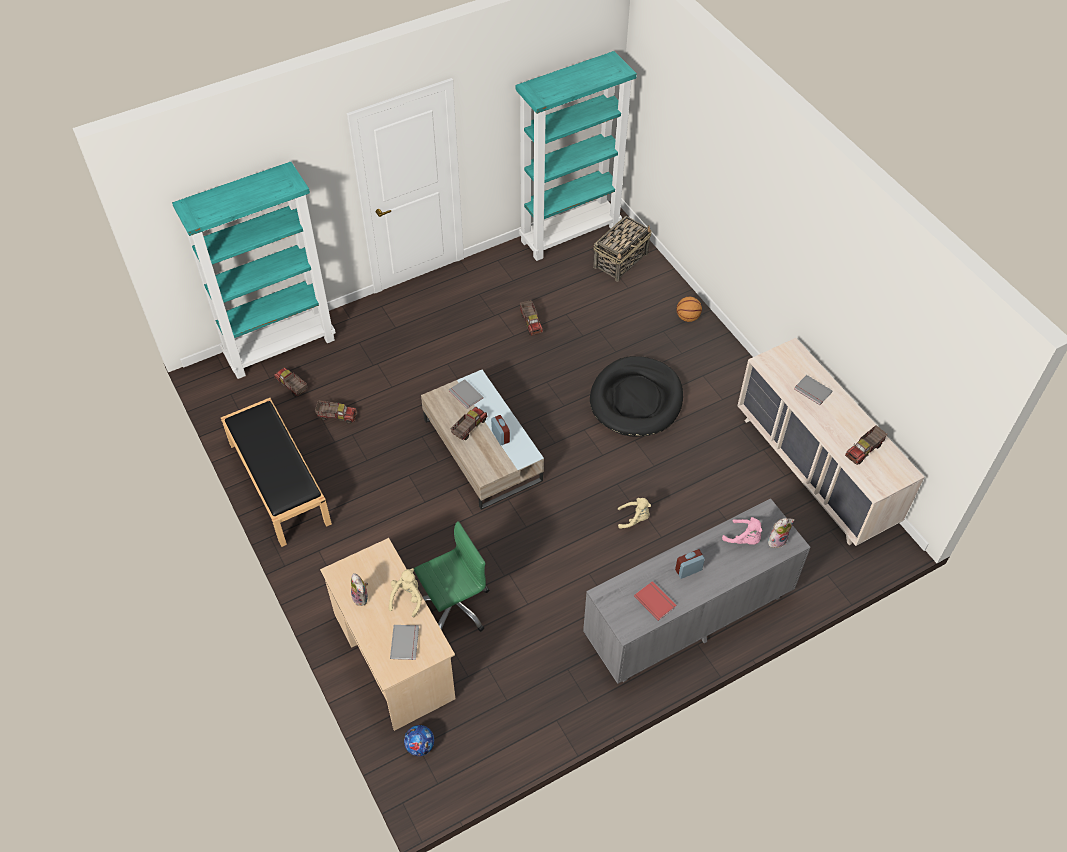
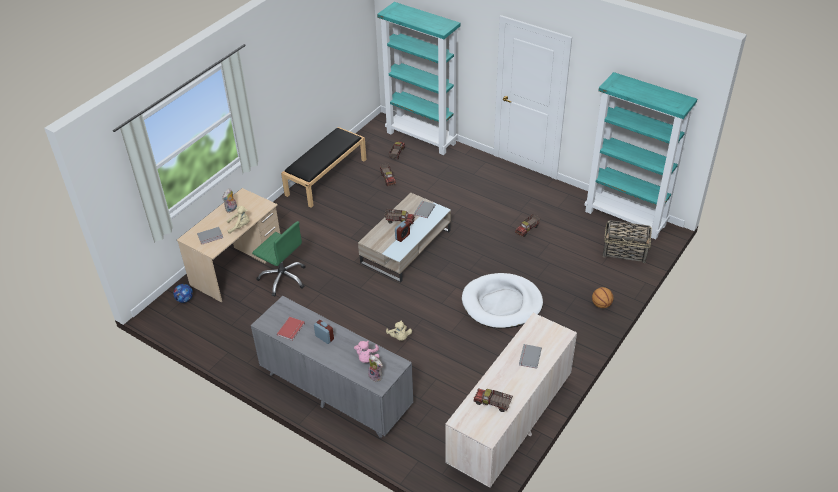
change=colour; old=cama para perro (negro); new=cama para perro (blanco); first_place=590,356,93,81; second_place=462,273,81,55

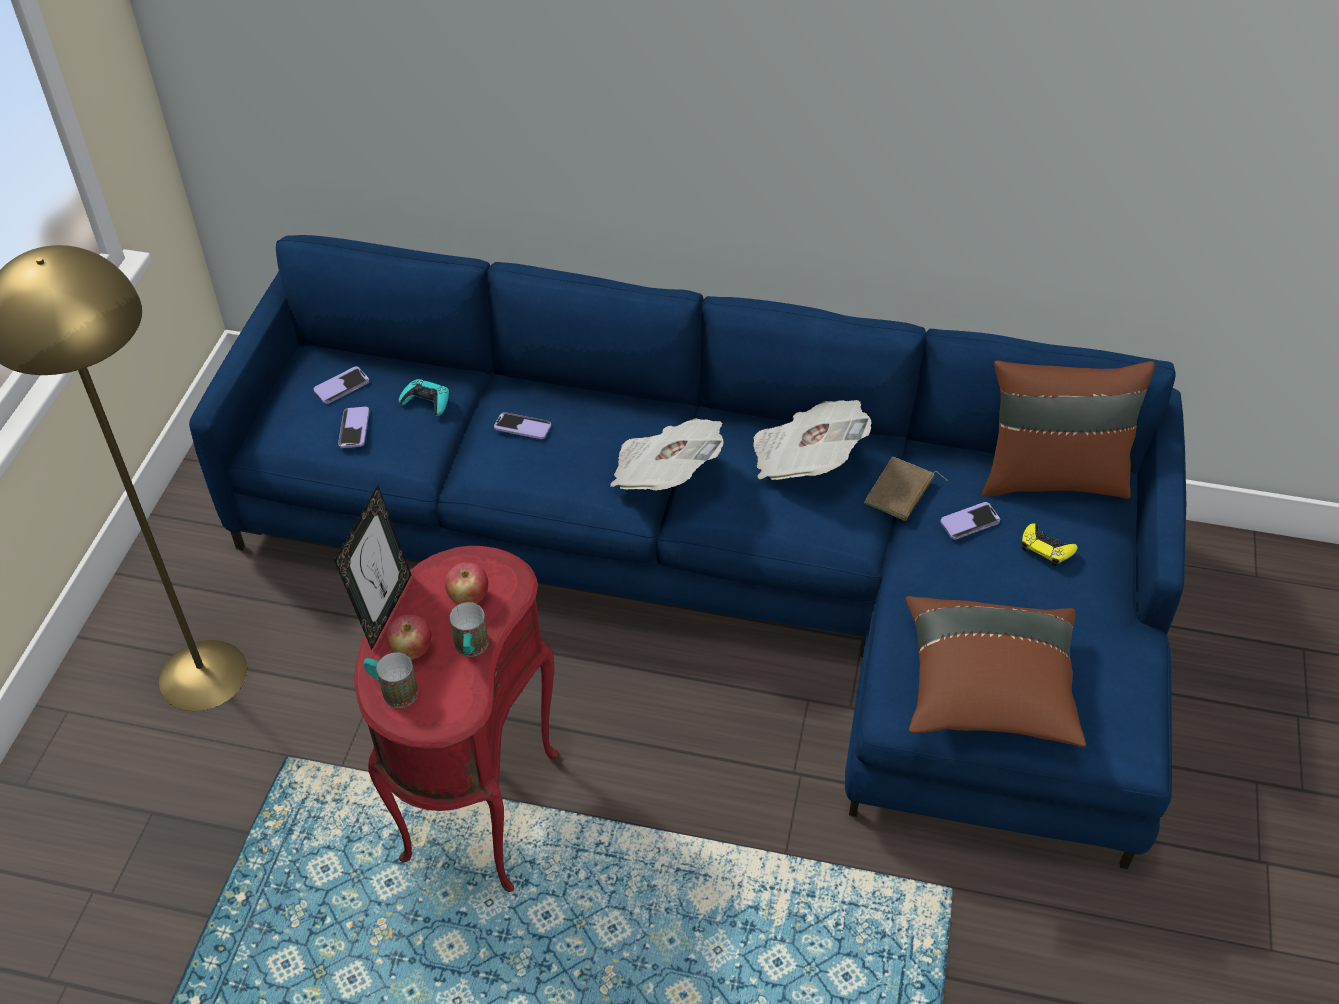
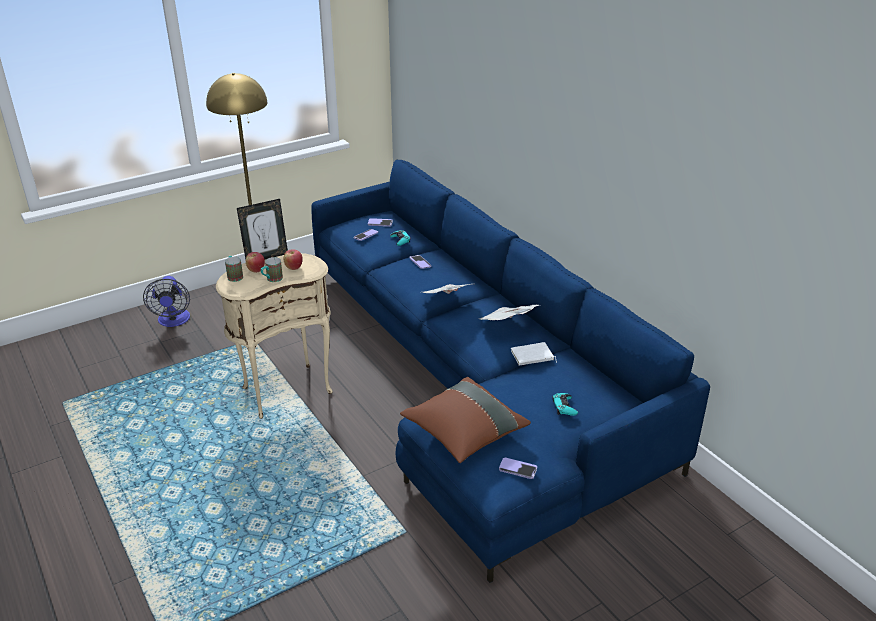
change=missing; old=cojín (marrón); first_place=981,361,174,138
change=appeared; new=ventilador; second_place=143,276,47,51
change=relocated; old=móvil; first_place=940,502,60,37; second_place=499,458,38,21
change=colour; old=mesa auxiliar (rojo); new=mesa auxiliar (beis); first_place=354,546,205,346; second_place=216,253,117,166
change=colour; old=libro (marrón); new=libro (blanco); first_place=864,457,84,64; second_place=511,342,46,24
change=colour; old=mando de consola (amarillo); new=mando de consola (turquesa); first_place=1022,523,56,44; second_place=553,393,25,23

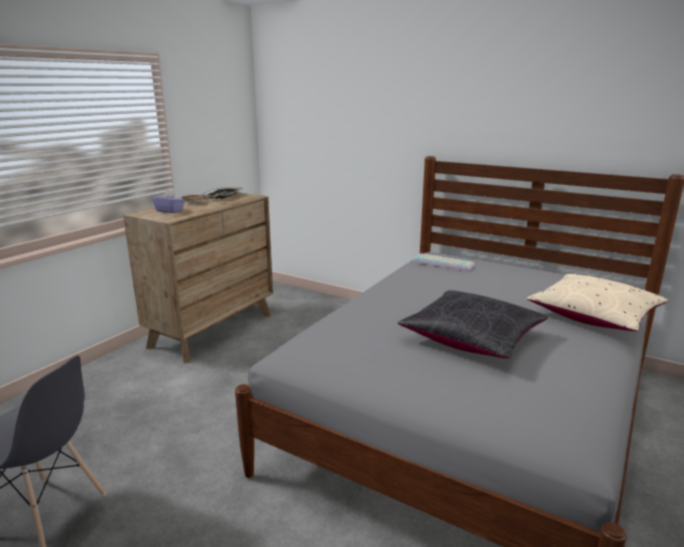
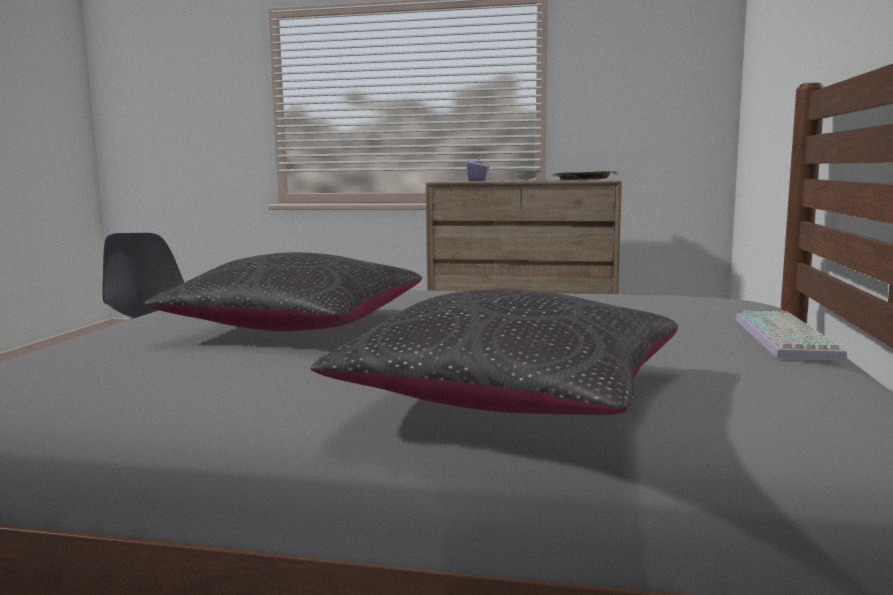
change=relocated; old=teclado; first_place=412,253,63,19; second_place=736,311,111,49
change=colour; old=cojín (beis); new=cojín (negro); first_place=527,274,141,57; second_place=310,289,368,126

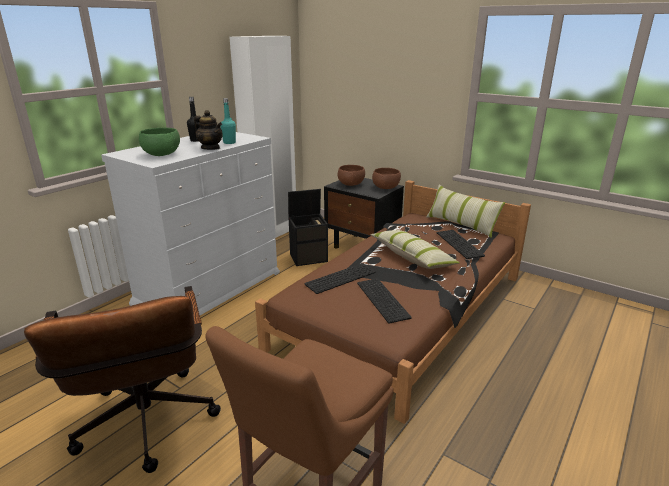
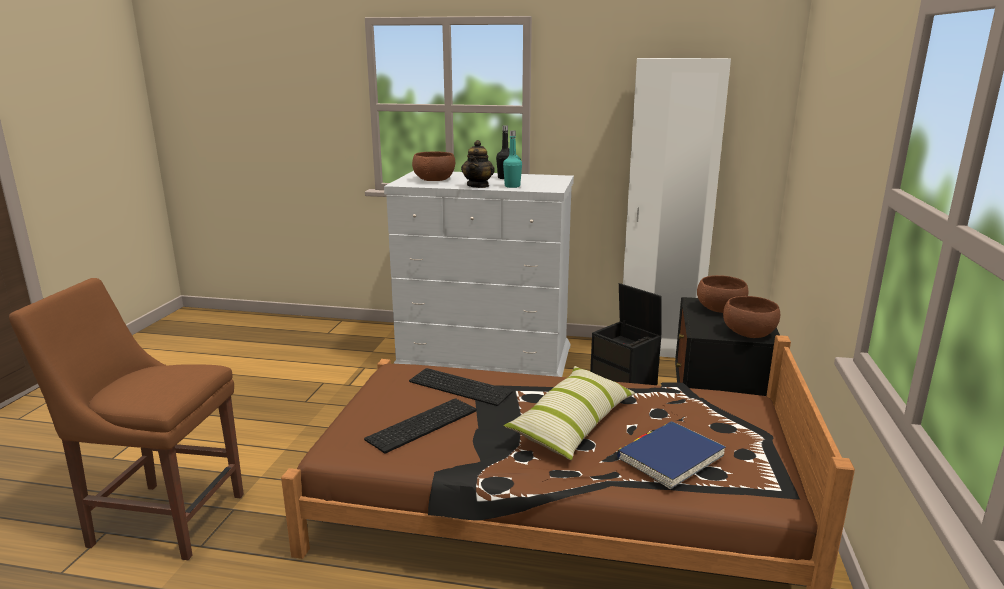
change=missing; old=silla de oficina (marrón); first_place=24,286,197,187
change=missing; old=cojín; first_place=426,185,79,53
change=exchanged; old=teclado; new=libro (azul); first_place=437,230,48,29; second_place=617,421,109,68
change=colour; old=cuenco (verde); new=cuenco (marrón); first_place=139,128,41,28; second_place=412,151,43,30

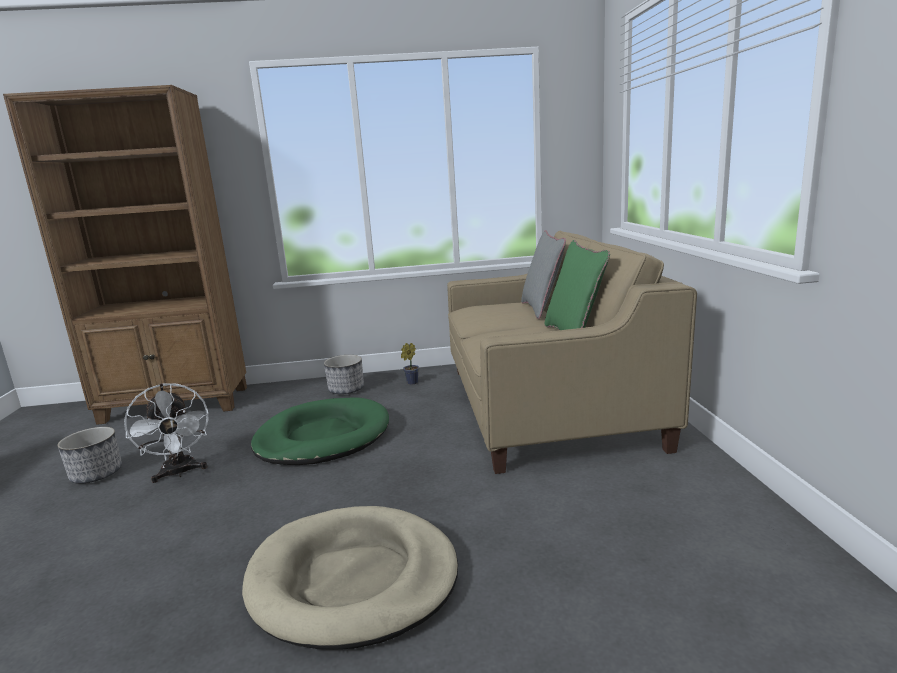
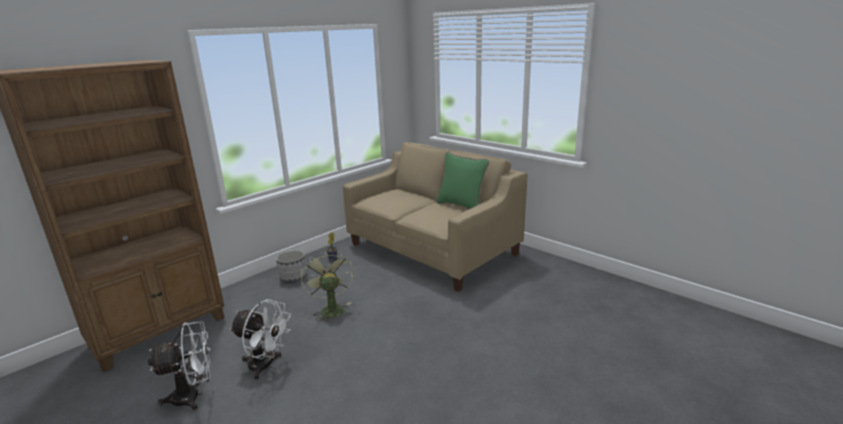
change=missing; old=cama para perro (beis); first_place=242,506,216,143
change=missing; old=cojín (gris); first_place=521,230,45,89
change=exchanged; old=maceta; new=ventilador (blanco); first_place=58,427,64,57; second_place=148,321,64,89
change=exchanged; old=cama para perro (verde); new=ventilador (verde); first_place=251,397,138,68; second_place=301,251,53,72

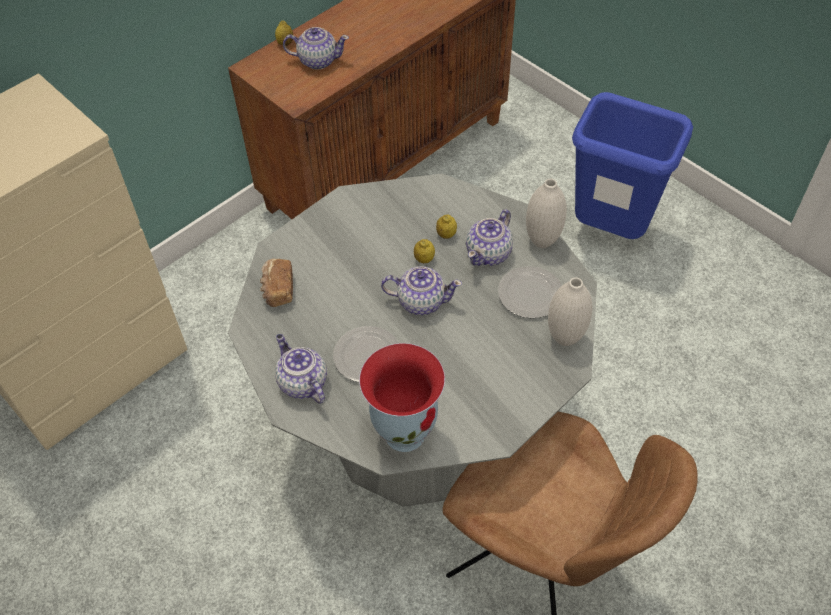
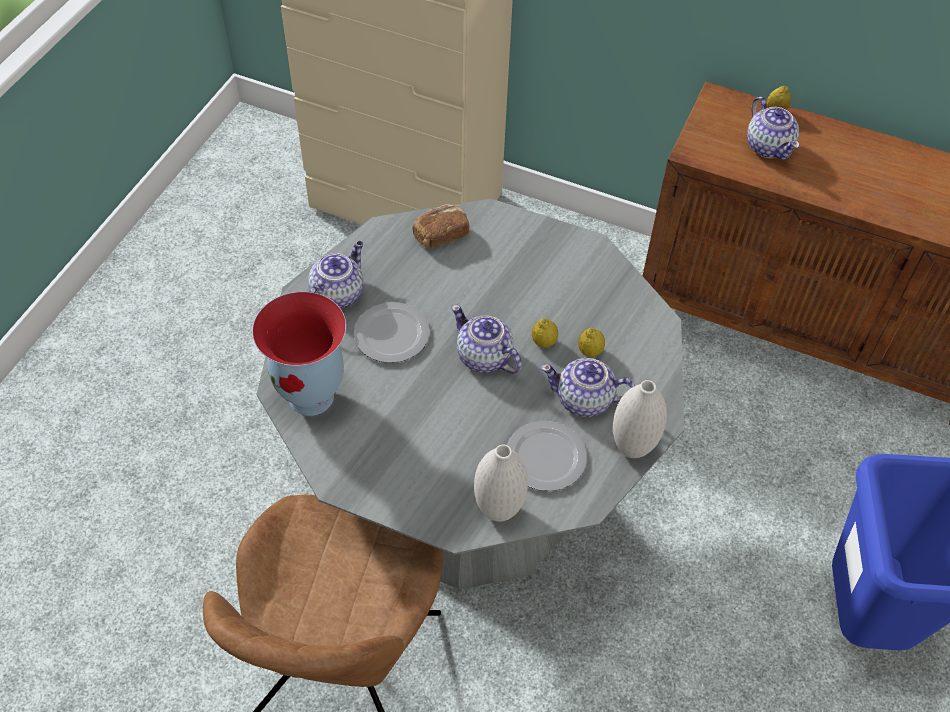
change=spun; old=tetera; first_place=381,266,81,49; second_place=451,304,71,70; degrees=150

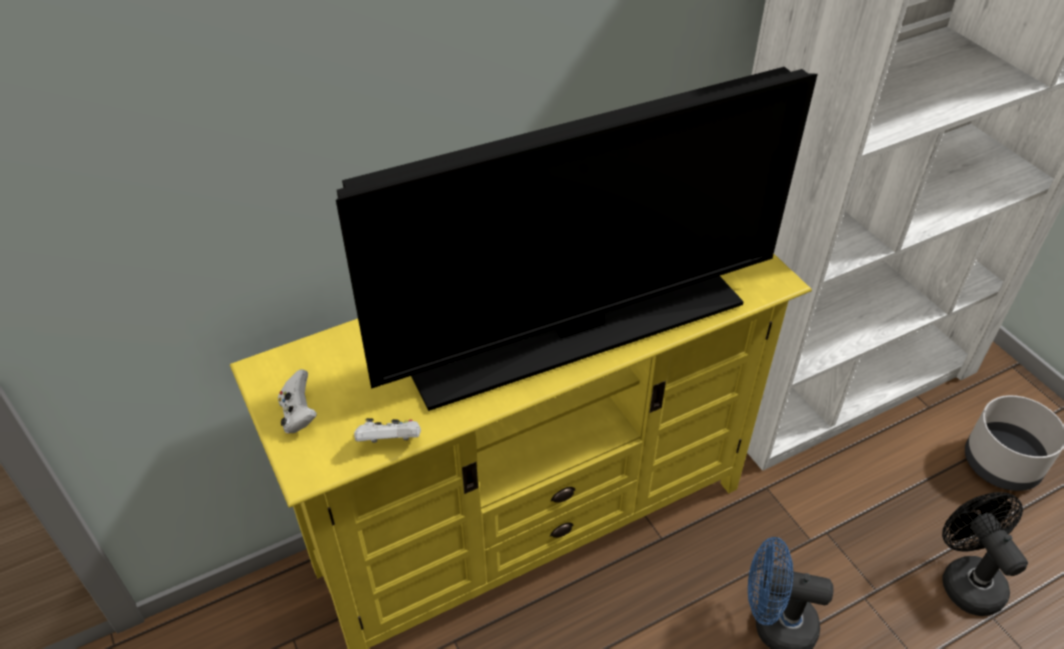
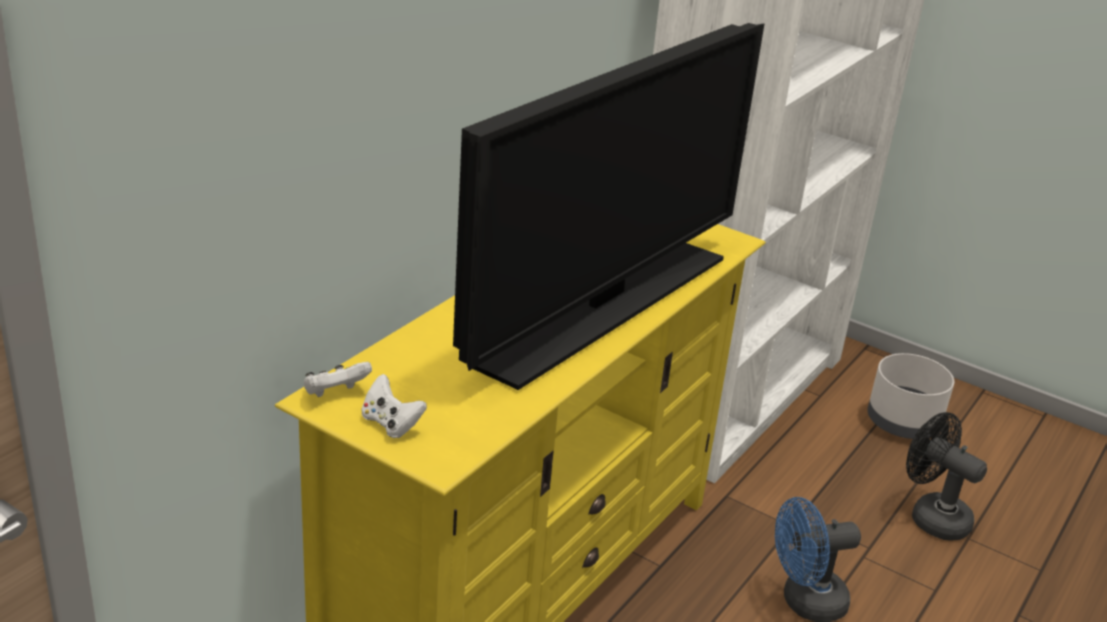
change=relocated; old=mando de consola (blanco); first_place=354,418,67,25; second_place=304,362,68,35

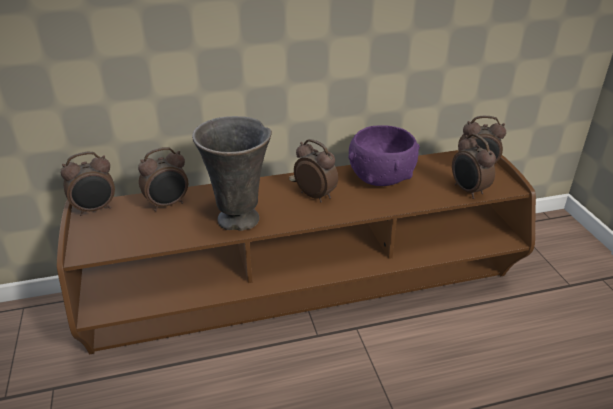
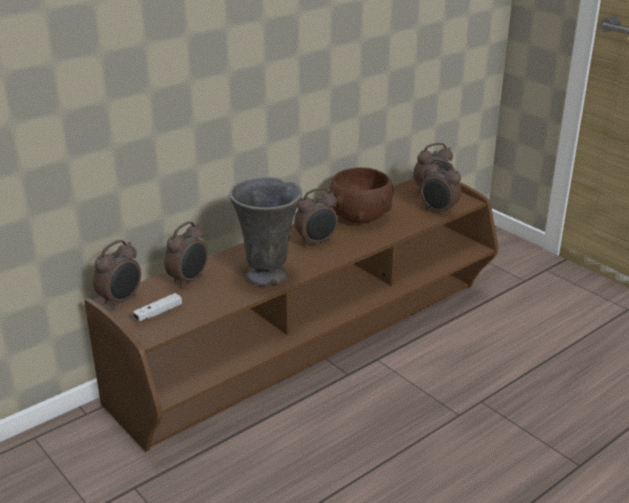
change=appeared; new=mando de consola (blanco); second_place=133,293,49,28
change=colour; old=cuenco (morado); new=cuenco (marrón); first_place=348,125,72,61; second_place=329,167,64,56
change=spun; old=despertador; first_place=294,139,44,63; second_place=294,188,44,59; degrees=135

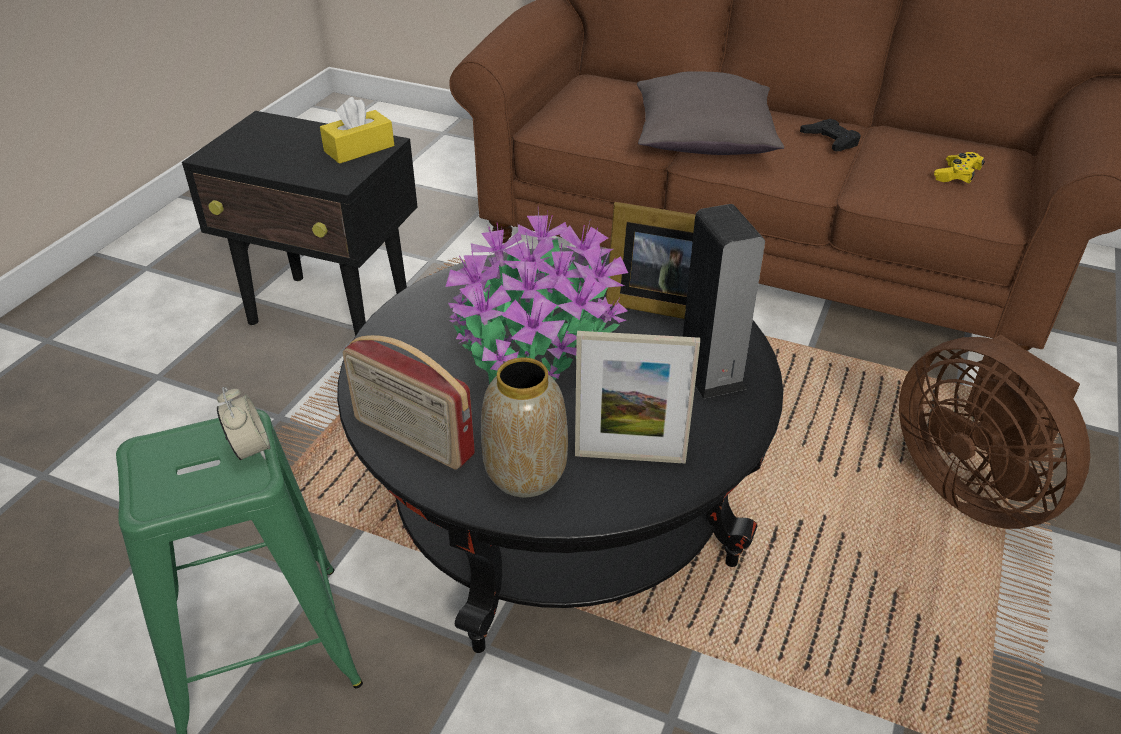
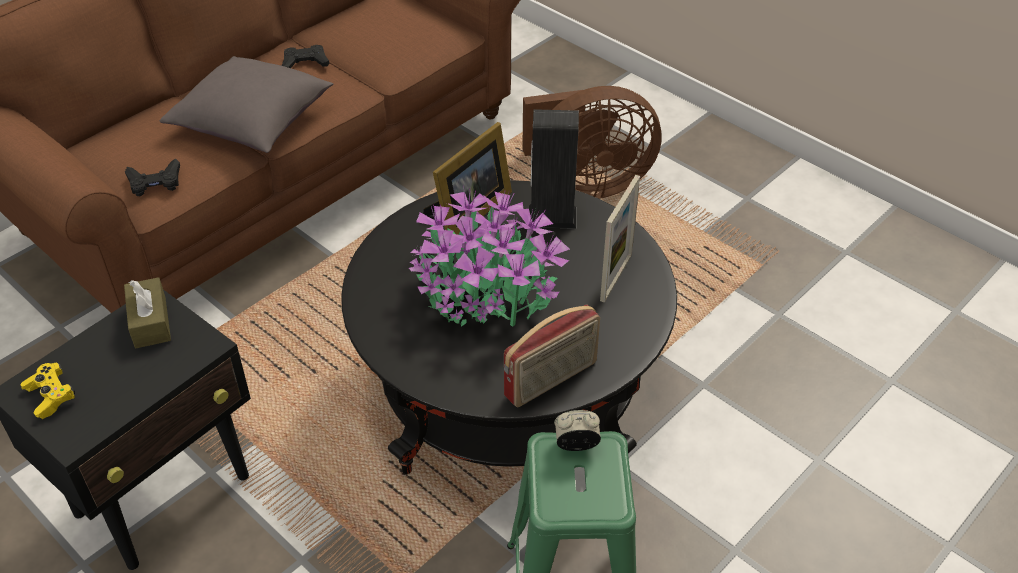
change=missing; old=florero; first_place=481,357,87,141
change=appeared; new=mando de consola (negro); second_place=125,158,55,38
change=relocated; old=mando de consola (amarillo); first_place=934,152,51,31; second_place=21,362,54,57
change=colour; old=caja de pañuelos (amarillo); new=caja de pañuelos (marrón); first_place=320,97,74,67; second_place=124,277,47,71

